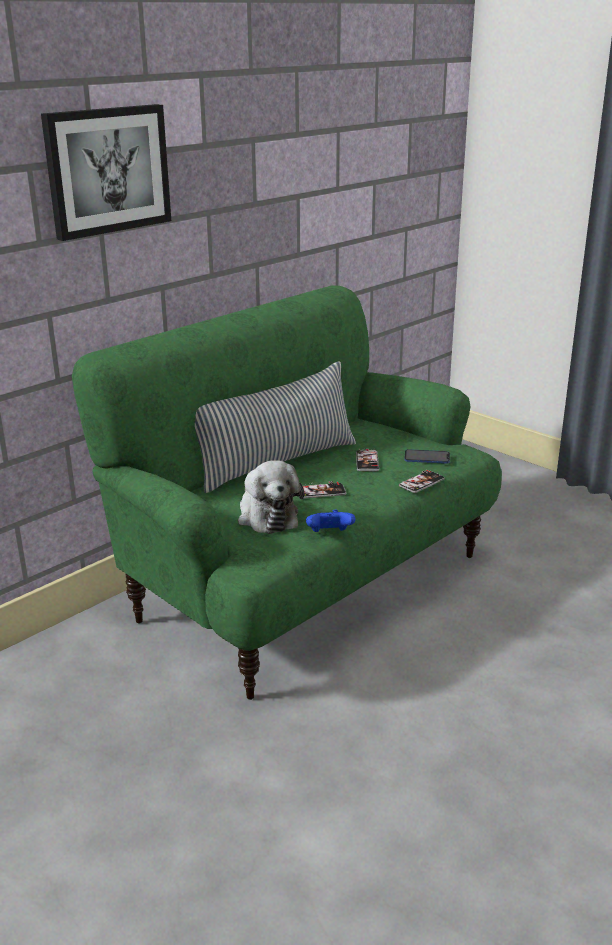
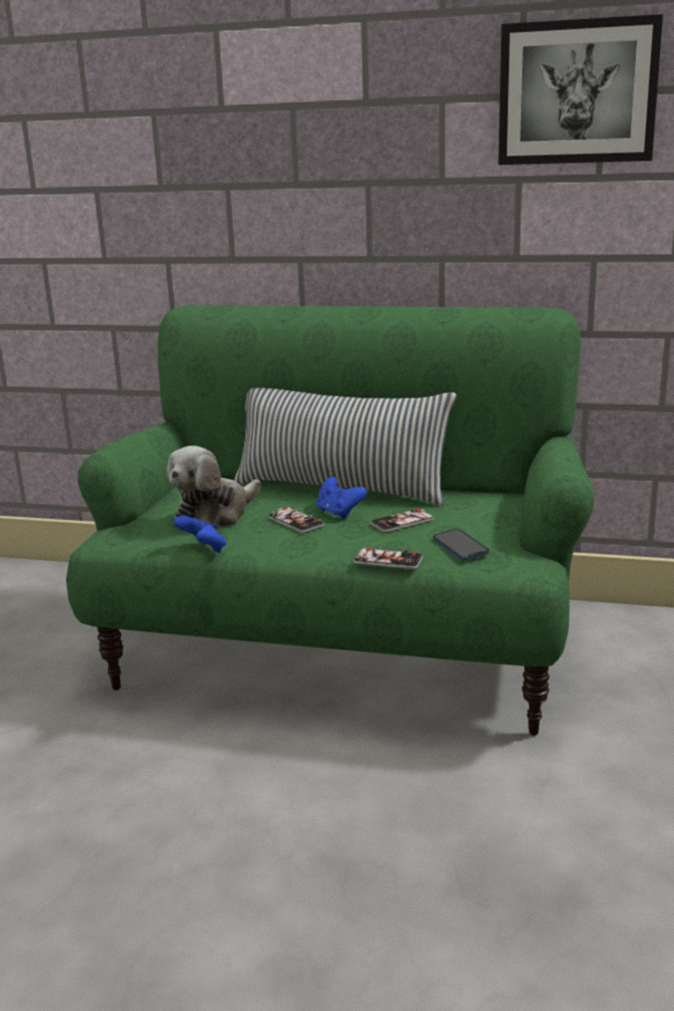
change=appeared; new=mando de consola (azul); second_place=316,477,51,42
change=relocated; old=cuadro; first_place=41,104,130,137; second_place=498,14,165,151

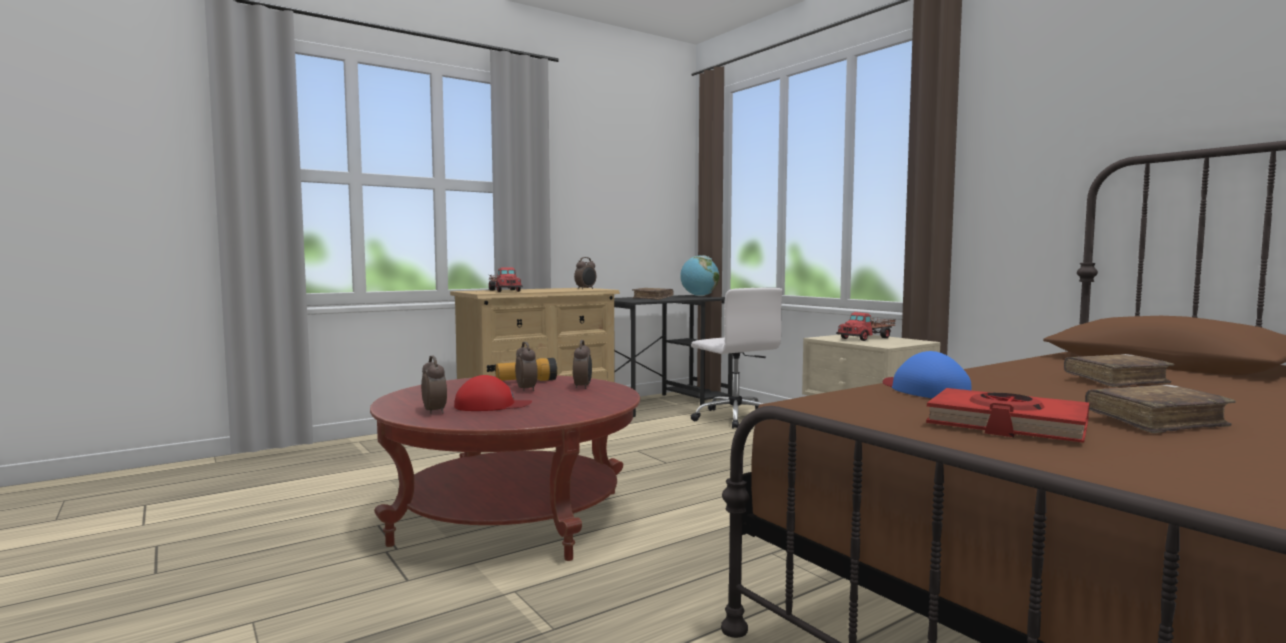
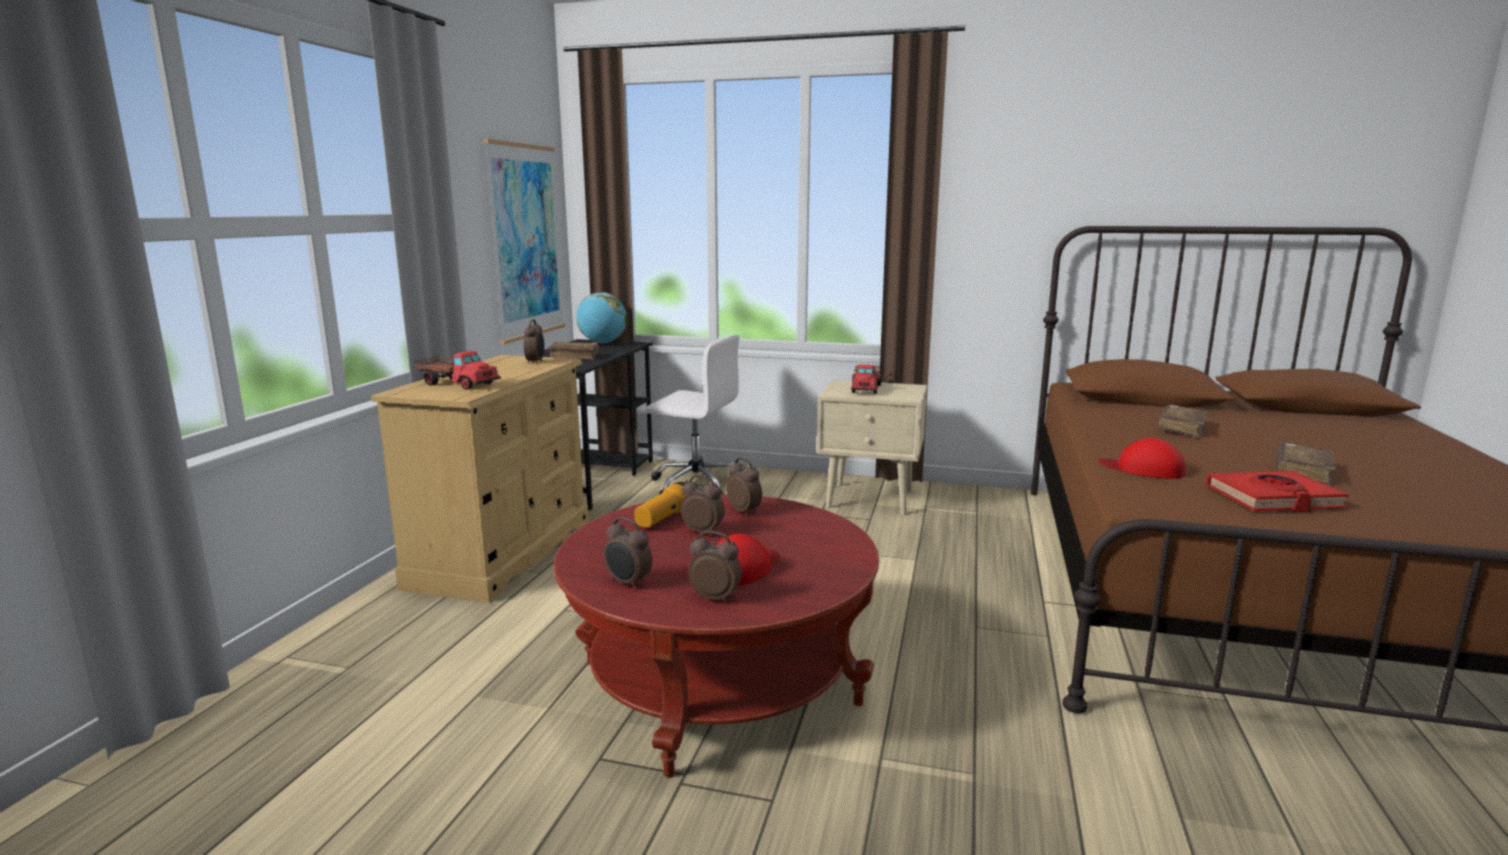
change=appeared; new=cuadro; second_place=483,139,82,205
change=appeared; new=despertador; second_place=604,517,48,72
change=colour; old=gorra (azul); new=gorra (rojo); first_place=883,351,89,47; second_place=1098,438,88,41

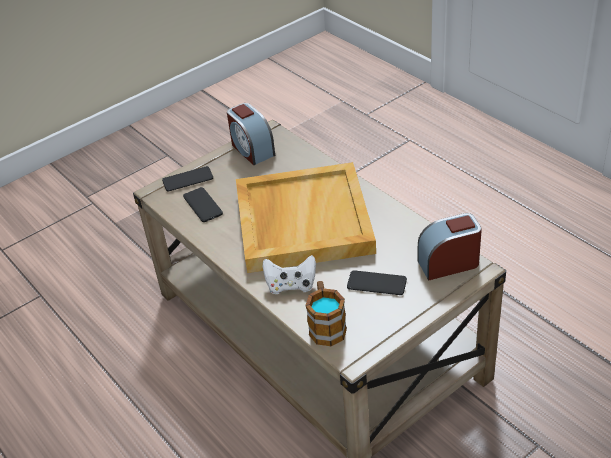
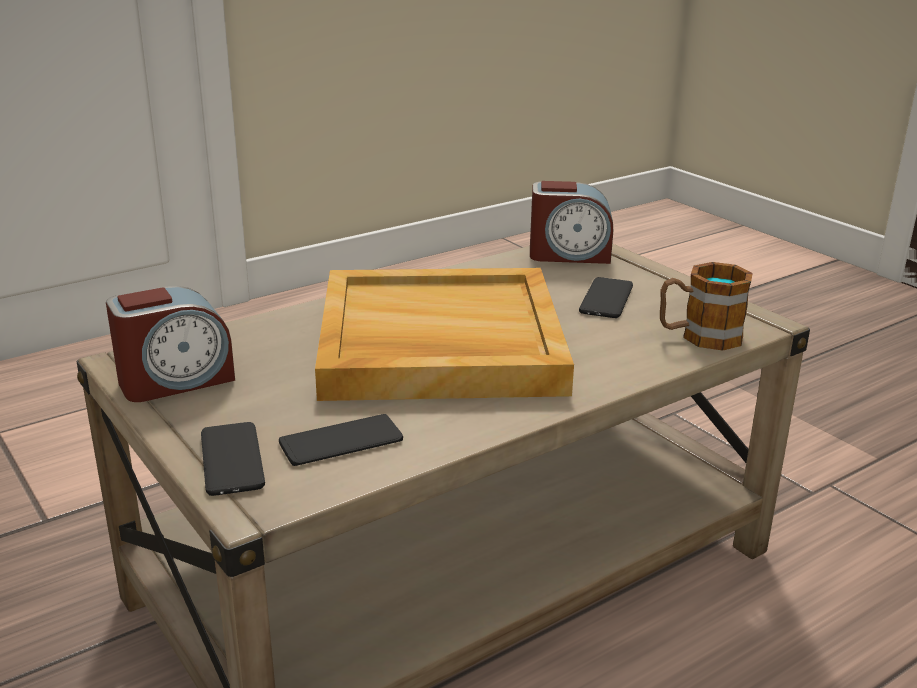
change=missing; old=mando de consola (blanco); first_place=263,255,53,39
change=spun; old=despertador; first_place=417,213,65,67; second_place=530,181,83,83; degrees=-75

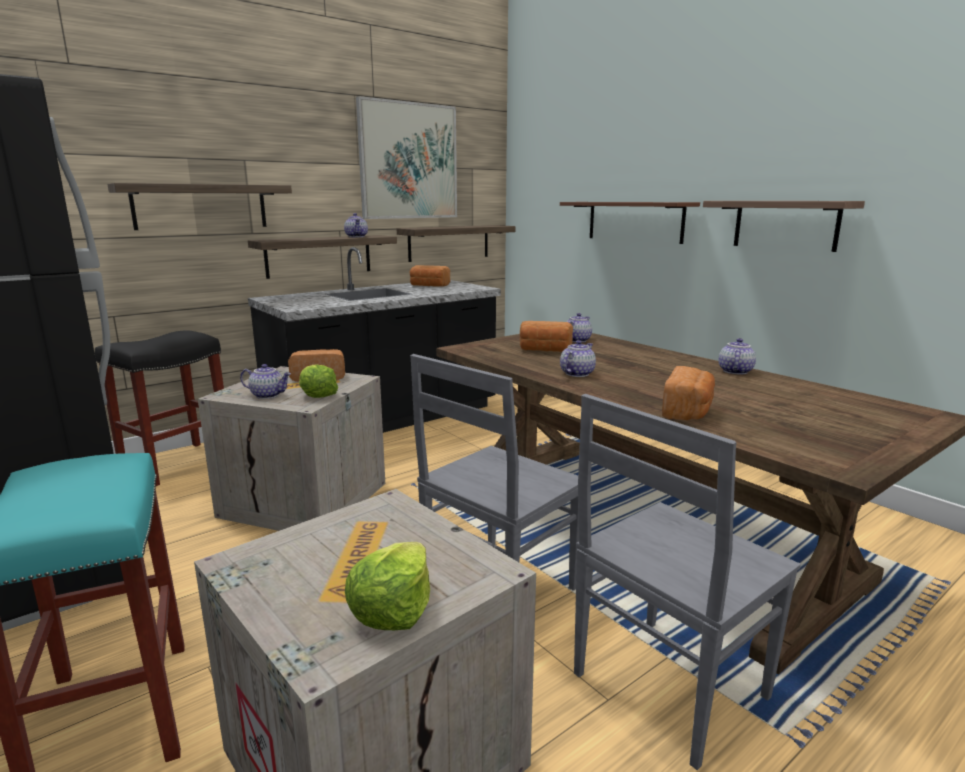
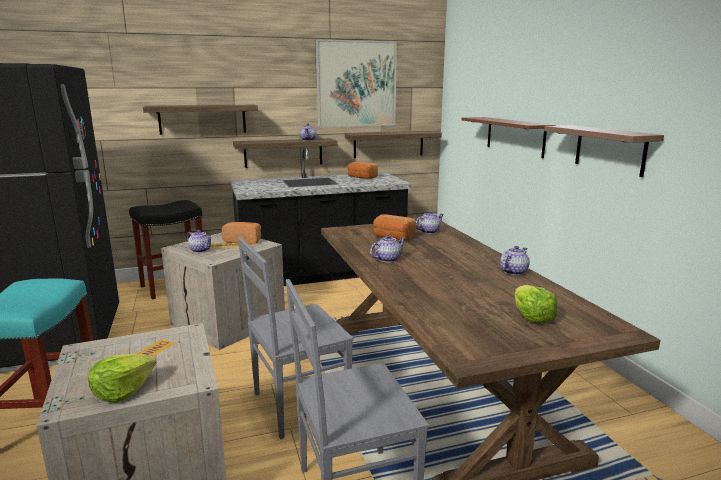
change=missing; old=pan; first_place=662,366,53,54
change=relocated; old=lechuga; first_place=299,365,39,33; second_place=515,285,42,38

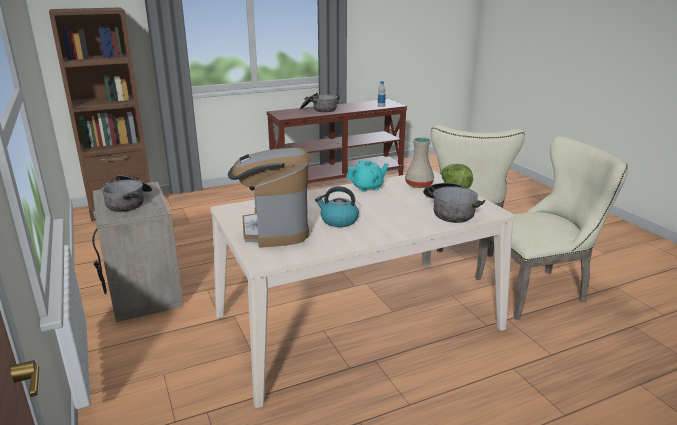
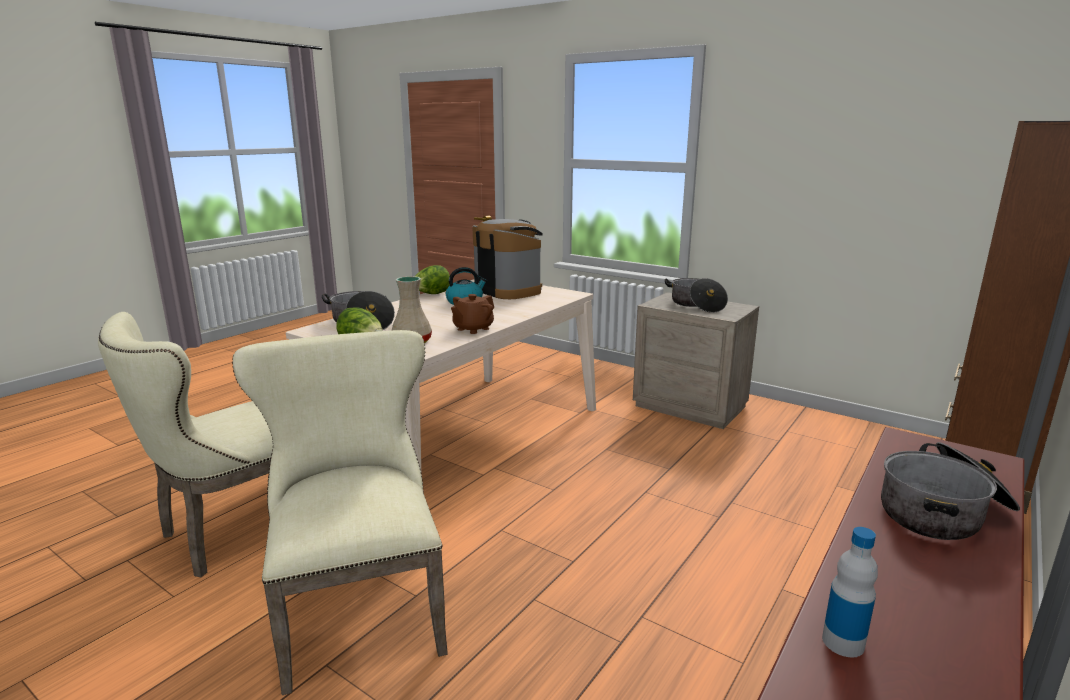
change=appeared; new=lechuga; second_place=415,265,35,29
change=colour; old=tetera (turquesa); new=tetera (marrón); first_place=346,160,43,32; second_place=451,294,43,40

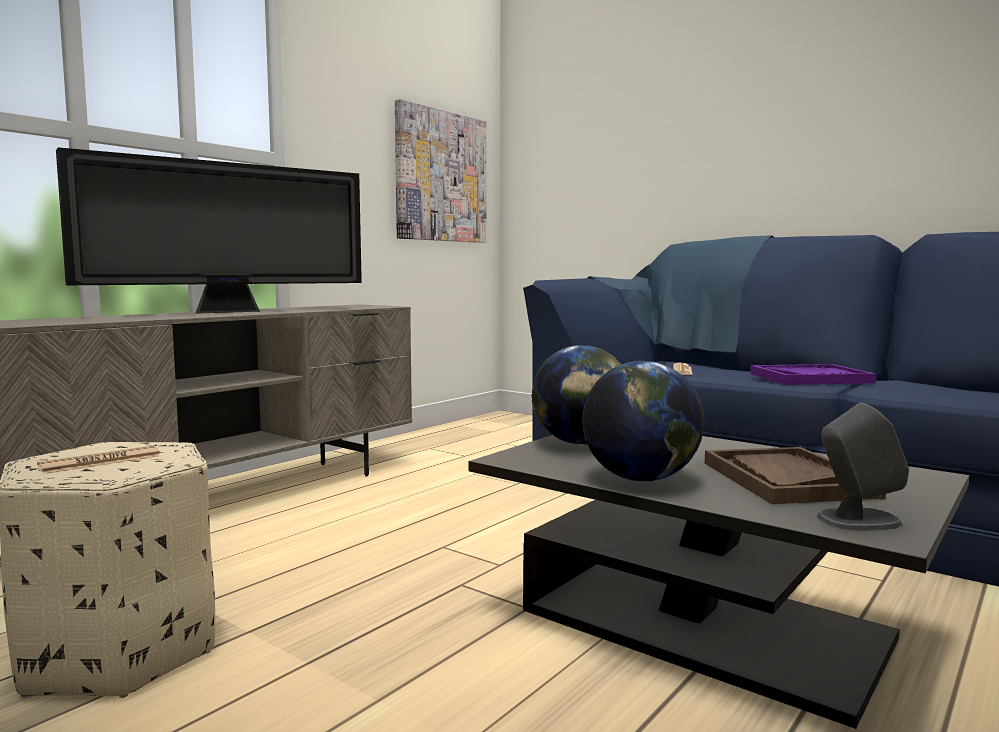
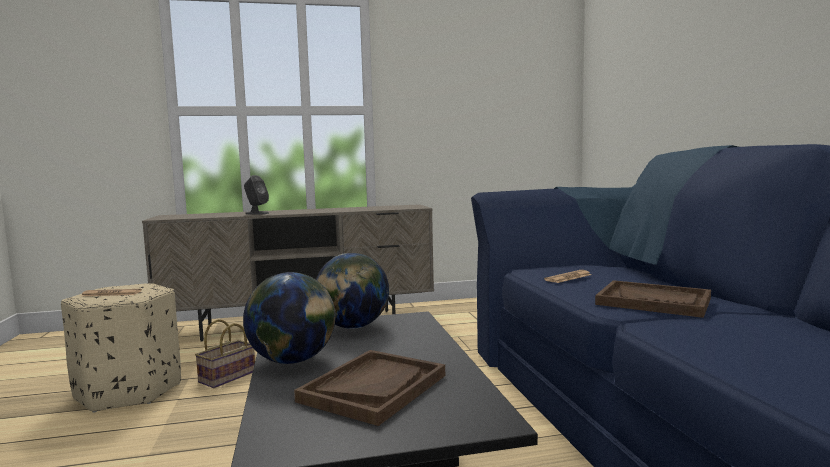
change=missing; old=televisor; first_place=56,147,306,167
change=missing; old=cuadro; first_place=395,99,92,144
change=appeared; new=cesta; second_place=195,319,60,69
change=relocated; old=altavoz (gris); first_place=817,403,92,128; second_place=244,175,25,40
change=colour; old=bandeja (morado); new=bandeja (marrón); first_place=750,364,126,21; second_place=595,280,116,38

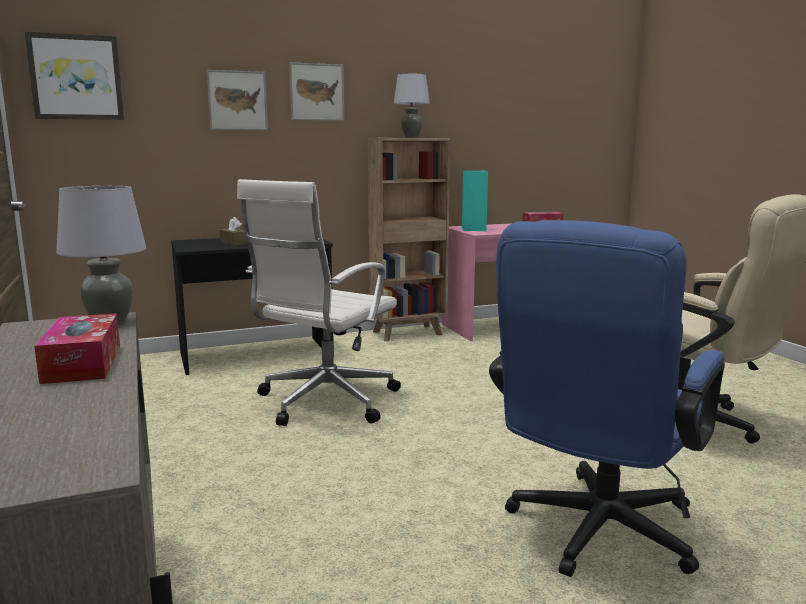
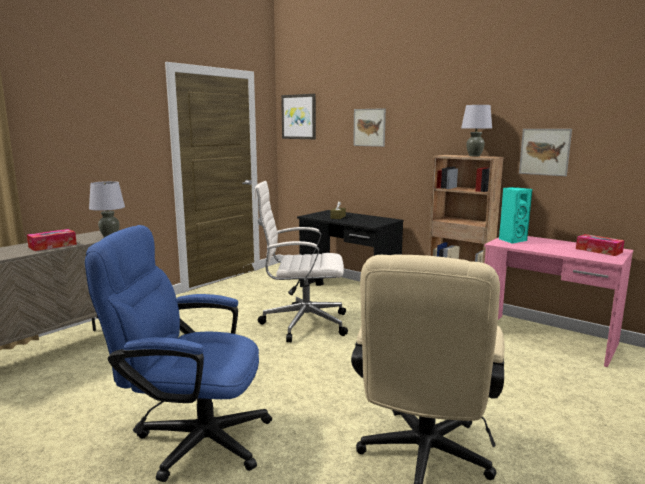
change=relocated; old=cuadro; first_place=289,62,55,59; second_place=519,129,53,47

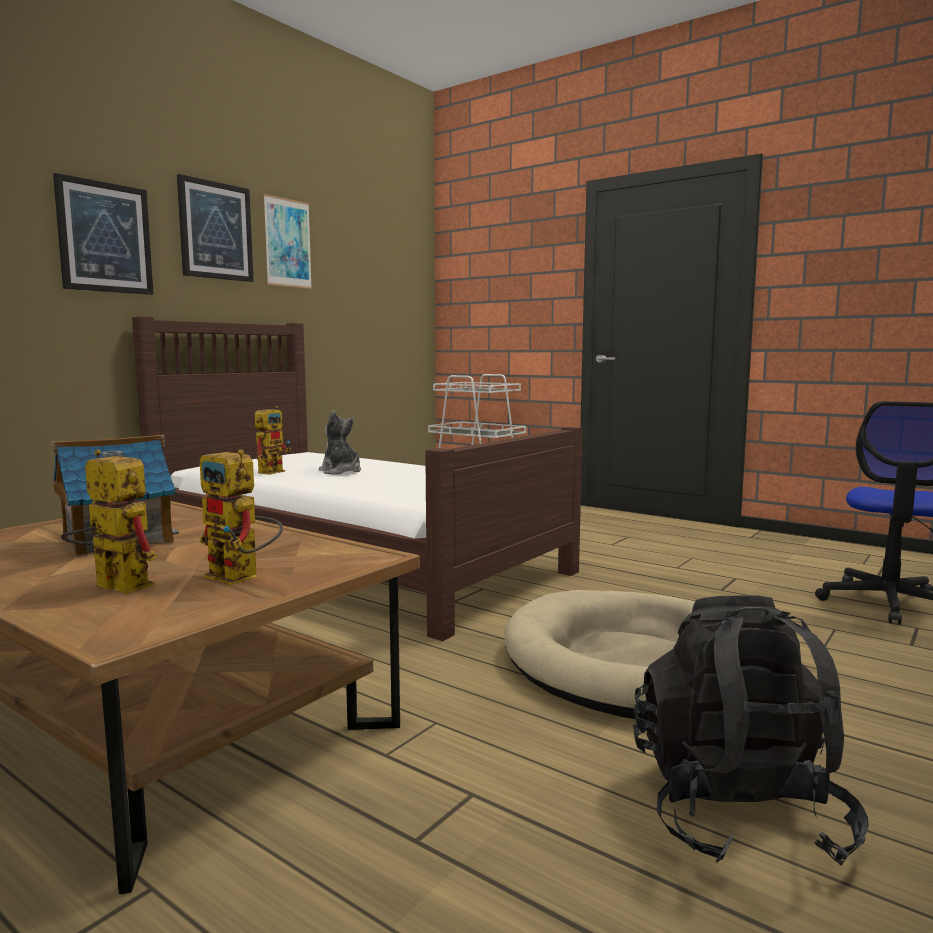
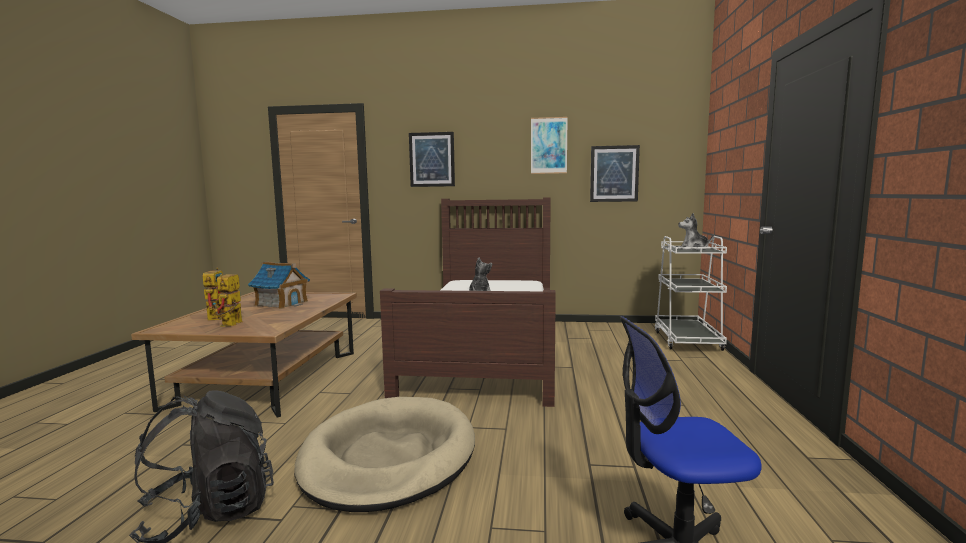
change=missing; old=robot de juguete; first_place=255,406,36,69
change=appeared; new=peluche; second_place=678,213,35,37
change=relocated; old=cuadro; first_place=177,174,77,108; second_place=590,145,50,57

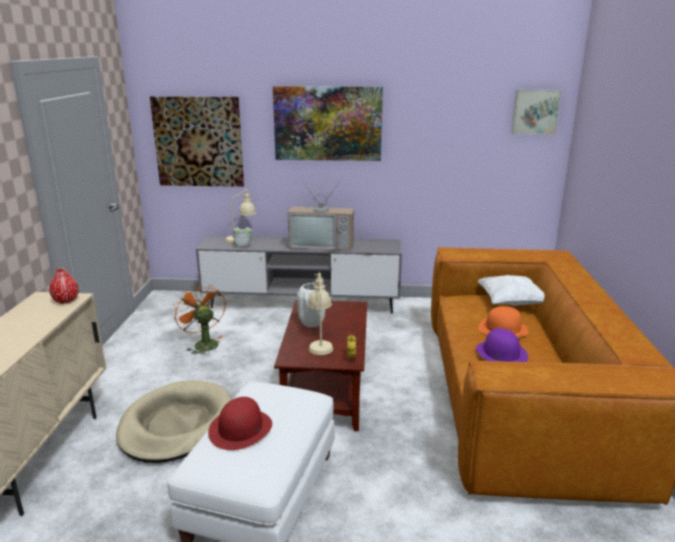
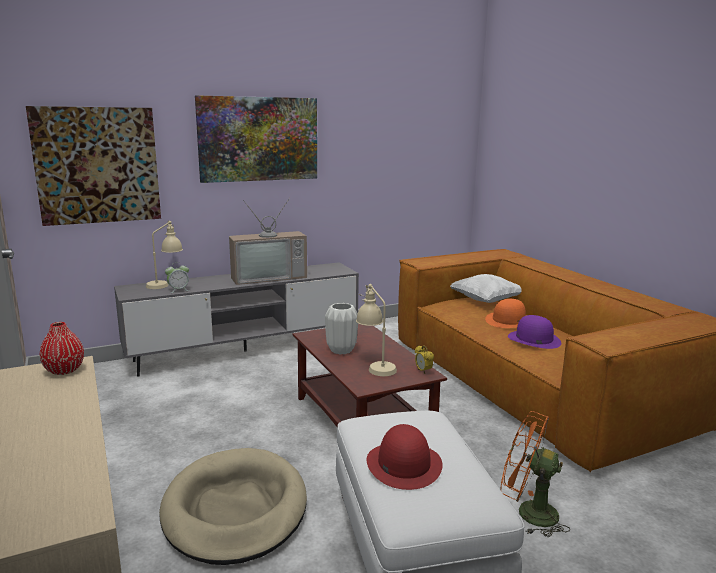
change=missing; old=cuadro; first_place=511,90,51,44
change=relocated; old=ventilador (naranja); first_place=173,284,53,71; second_place=500,411,70,126

